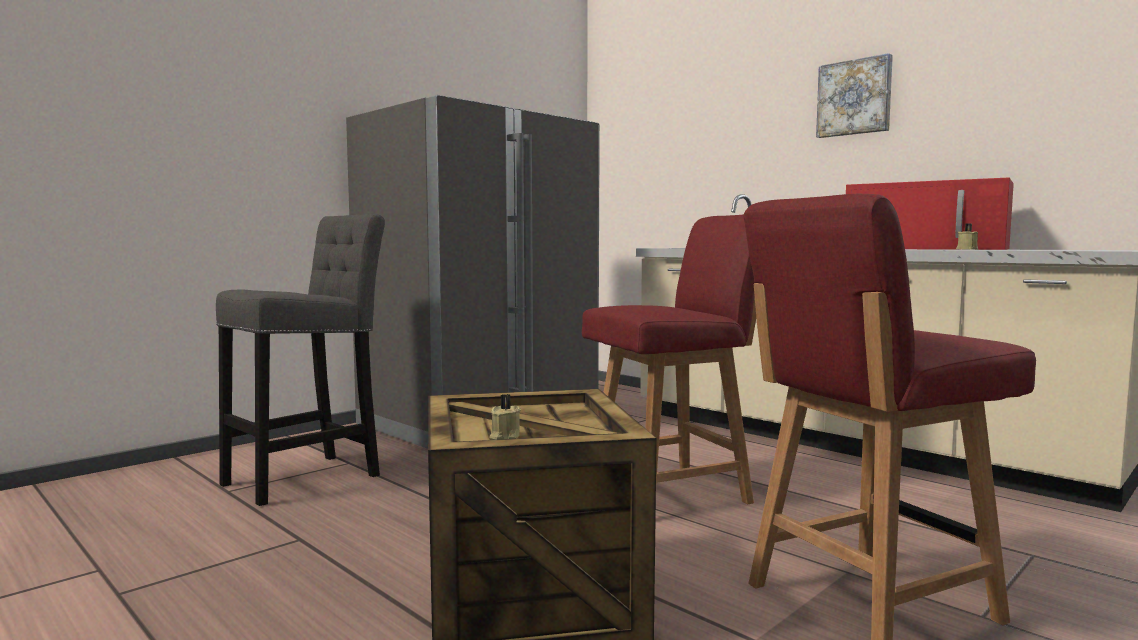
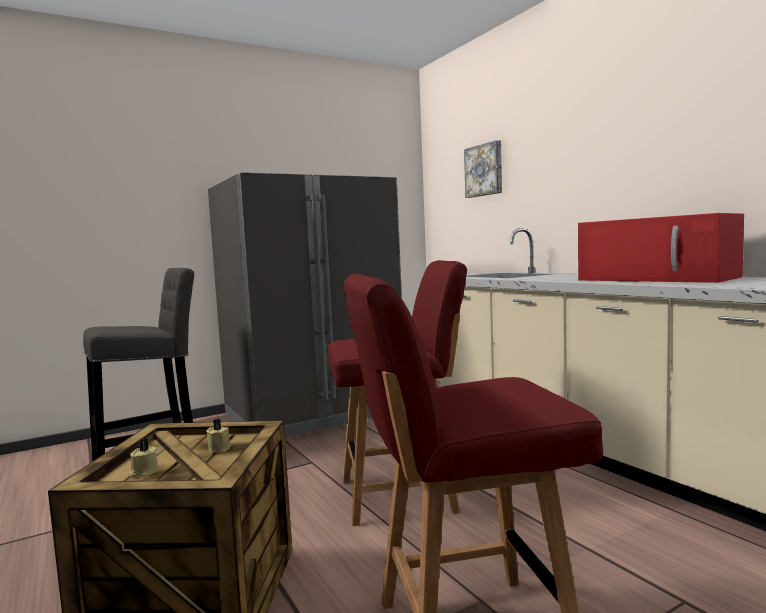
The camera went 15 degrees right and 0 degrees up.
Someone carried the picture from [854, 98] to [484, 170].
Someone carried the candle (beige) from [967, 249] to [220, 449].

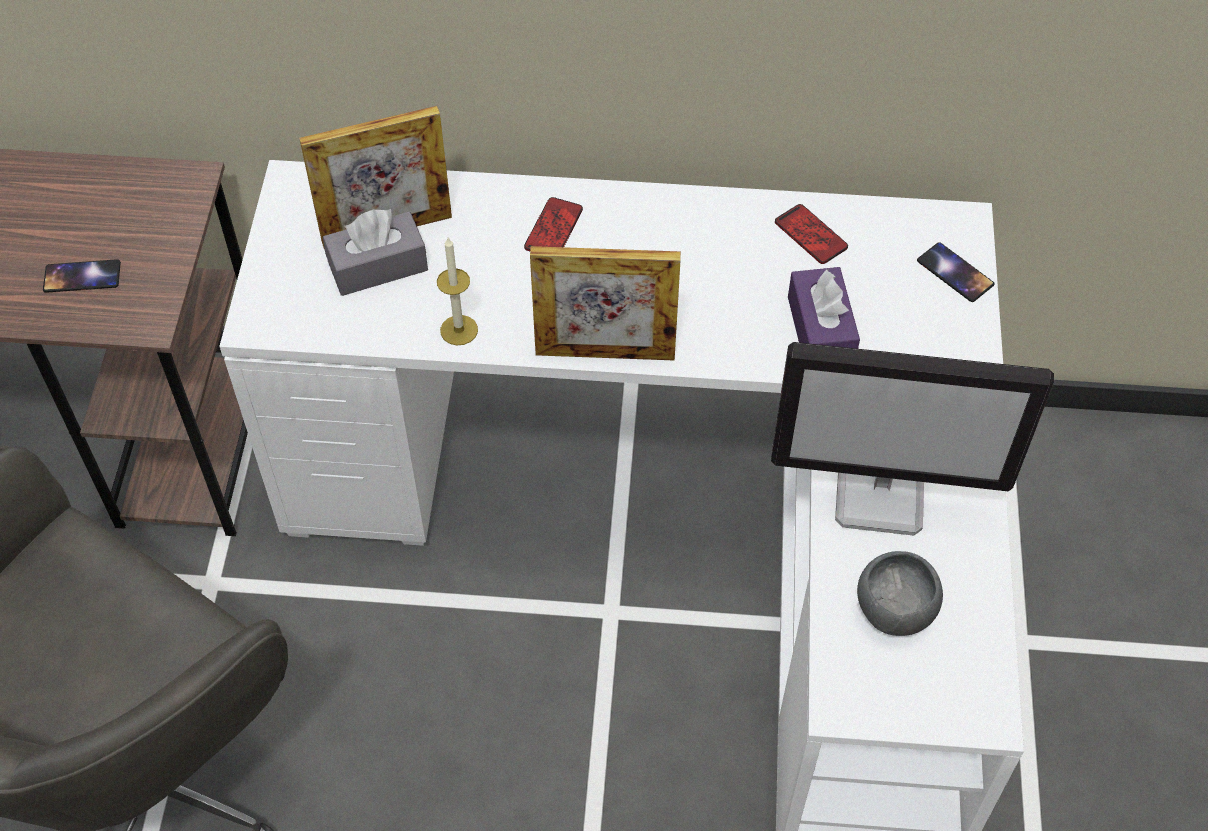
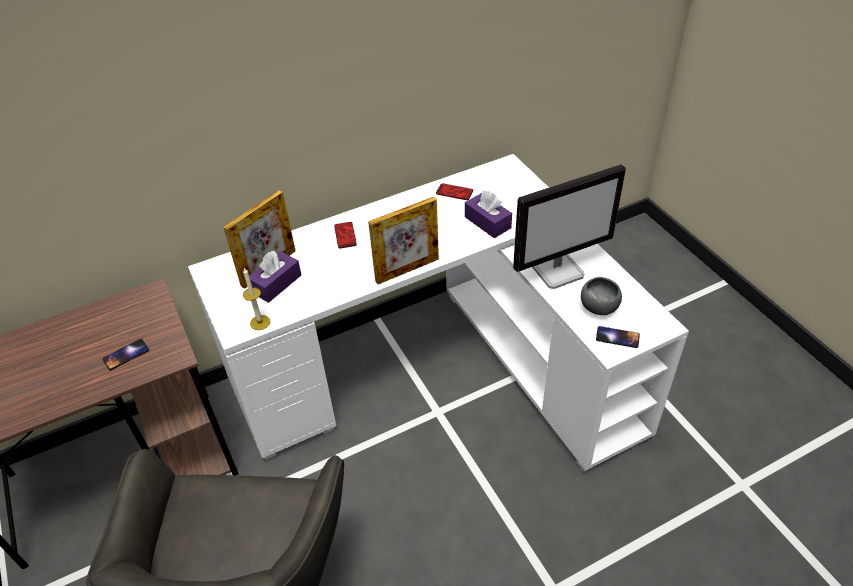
The camera went 30 degrees left and 10 degrees down.
Someone repainted the tissue box (grey) at [378, 266], which became the tissue box (purple) at [276, 283].
Someone carried the candle from [459, 330] to [260, 322].
Someone carried the phone from [955, 272] to [617, 337].

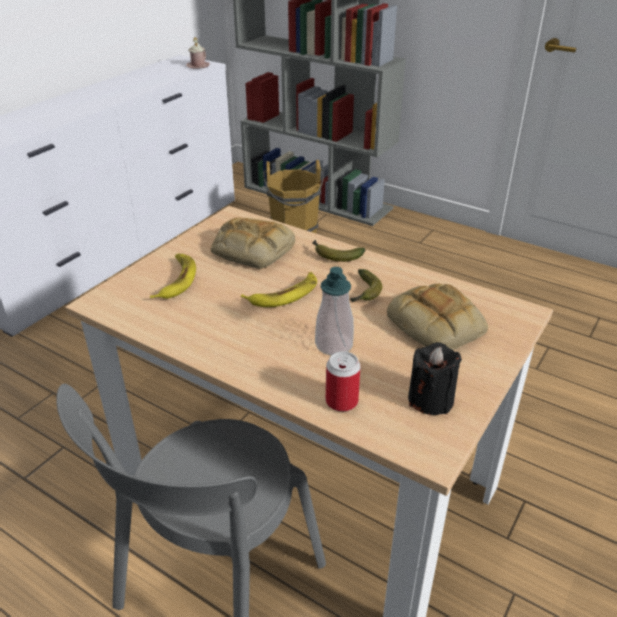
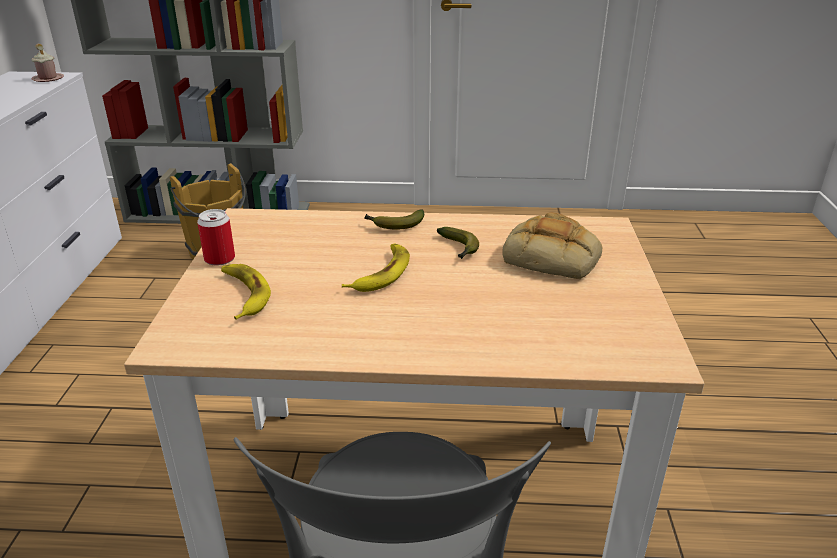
The camera went 30 degrees left and 5 degrees down.
Someone took away the bread at [251, 250].
Someone took away the soap dispenser at [334, 345].
Someone carried the can from [341, 401] to [219, 259].
Someone took away the candle (black) at [430, 399].

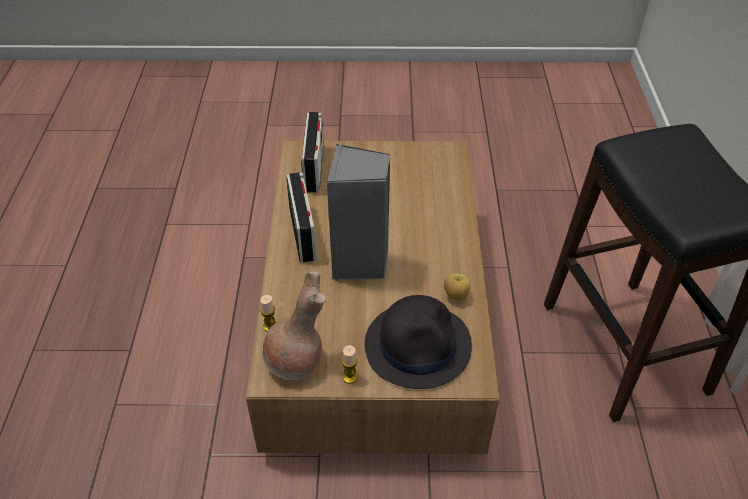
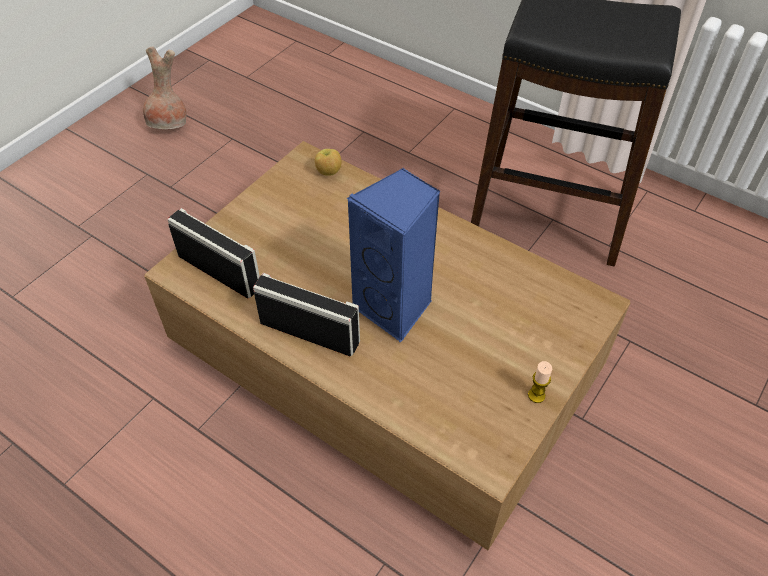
The camera went 55 degrees left and 5 degrees up.
Someone took away the candle at [270, 326].
Someone carried the vase (brown) from [296, 362] to [170, 125].
Someone repainted the speaker (grey) at [360, 264], which became the speaker (blue) at [396, 308].
Someone took away the hat (black) at [418, 345].
Someone carried the apple from [455, 296] to [328, 172].

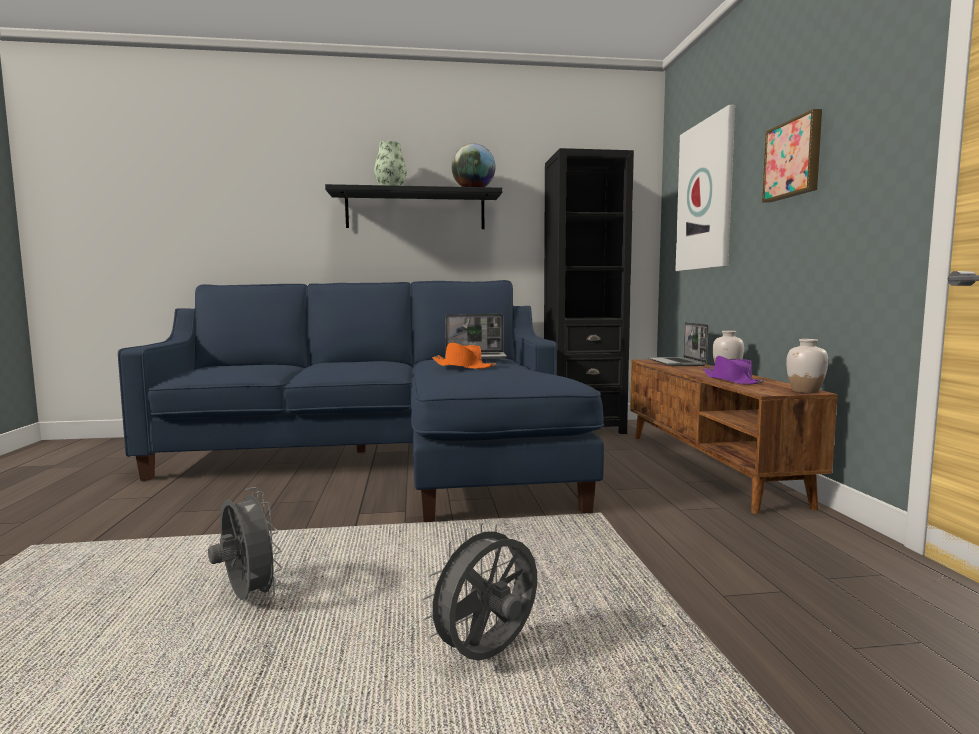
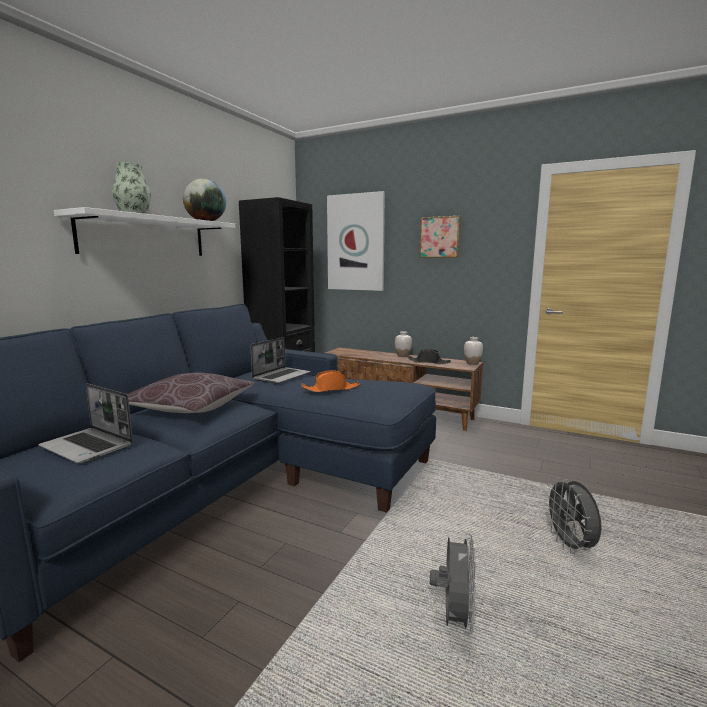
The camera went 55 degrees left and 5 degrees up.
Someone rotated the fan (grey) at [247, 598] by 105 degrees clockwise.
Someone repainted the shelf (black) at [415, 211], which became the shelf (white) at [145, 237].
Someone carried the laptop from [677, 363] to [88, 446].
Someone repainted the hat (purple) at [732, 381], which became the hat (black) at [428, 362].
Someone put down the pillow (brown) at [191, 407].

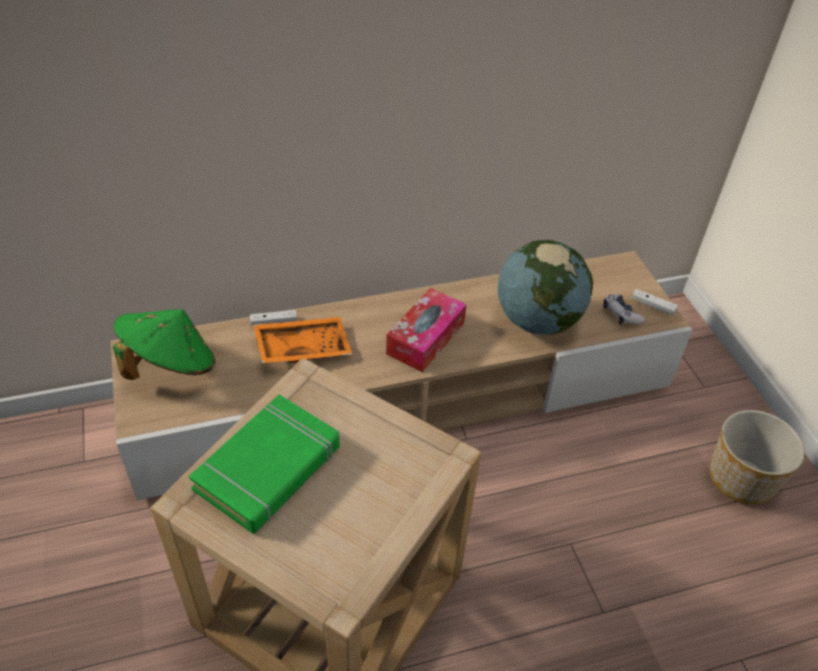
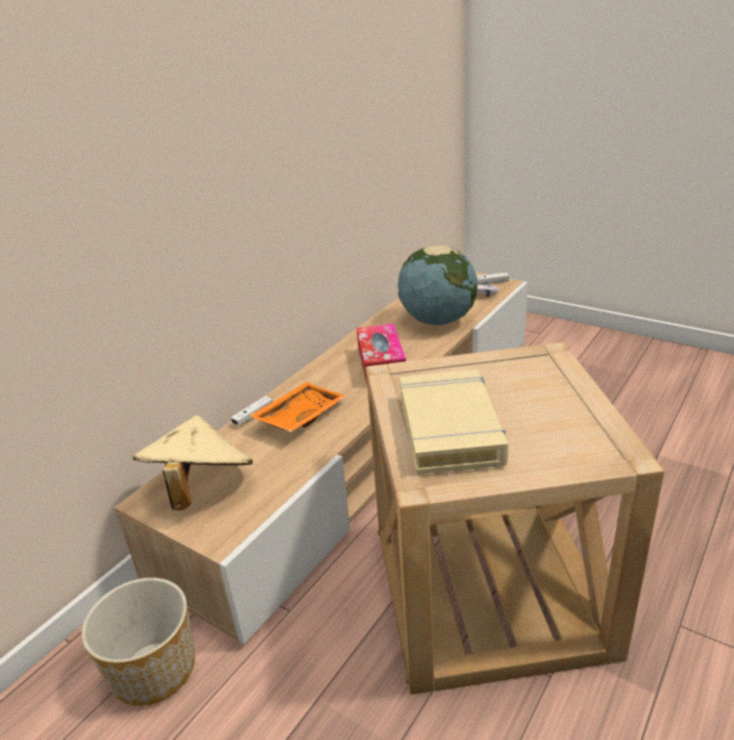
The camera went 35 degrees left and 15 degrees down.
Someone repainted the hat (green) at [170, 365], which became the hat (beige) at [200, 488].
Someone repainted the book (green) at [269, 468], which became the book (beige) at [450, 428].
Someone carried the planter from [742, 478] to [155, 669].

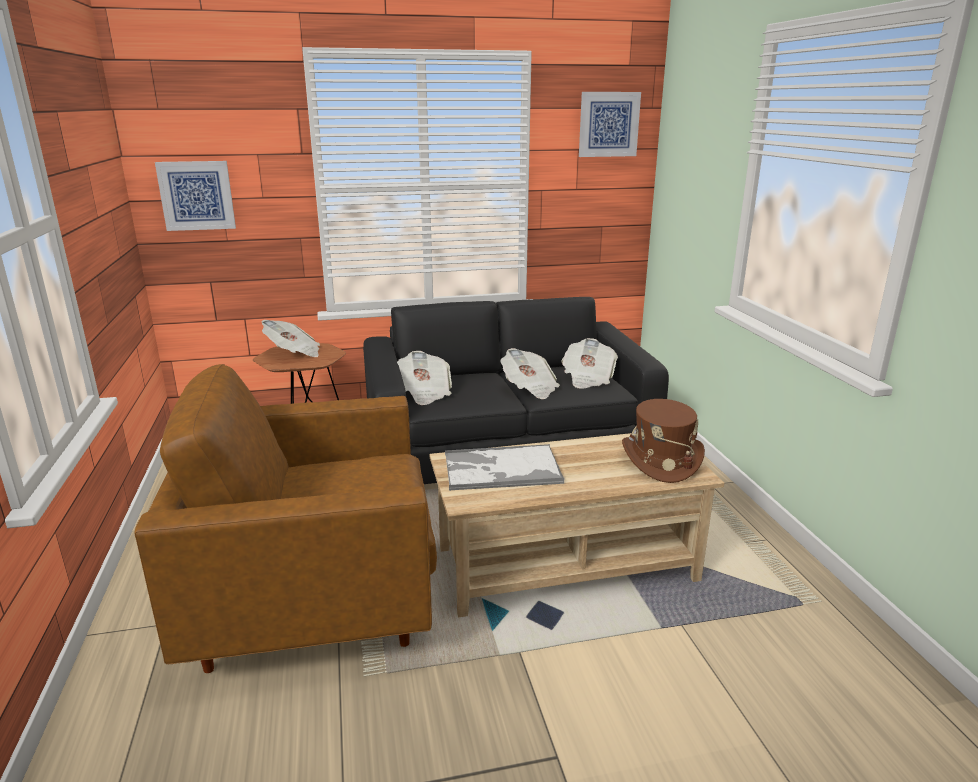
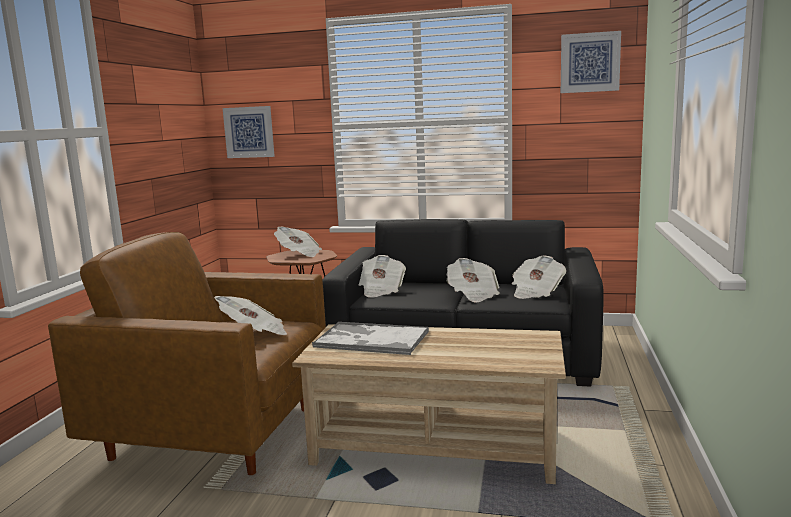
The camera went 25 degrees right and 10 degrees down.
Someone took away the hat (brown) at [660, 460].
Someone put down the newspaper at [254, 333].

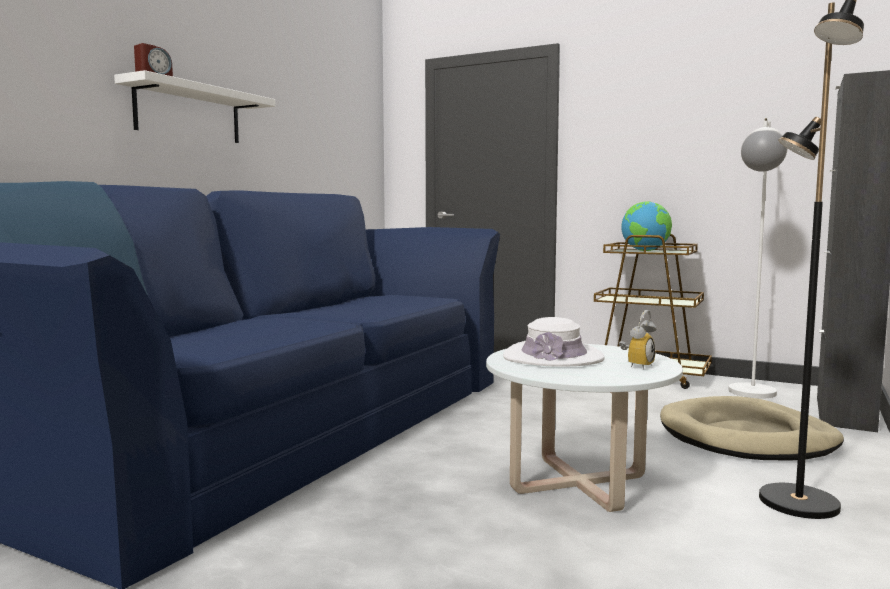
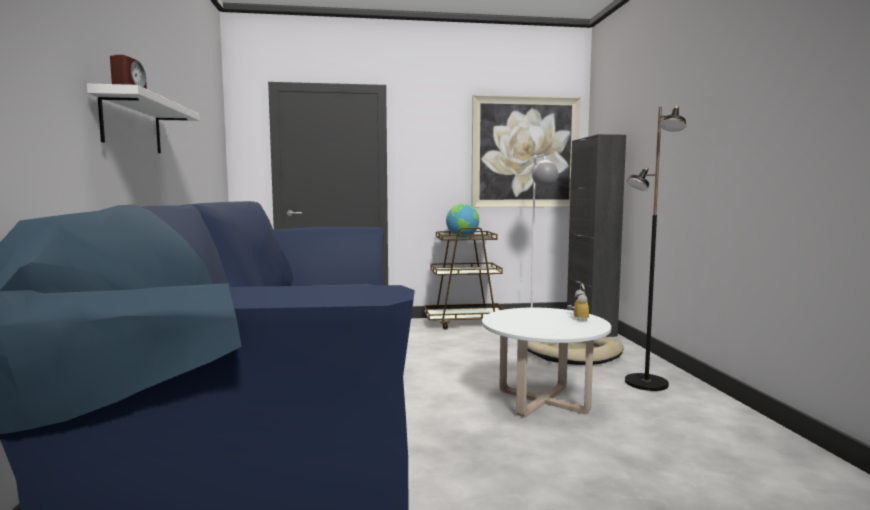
The camera went 35 degrees left and 0 degrees up.
Someone took away the hat (white) at [553, 357].
Someone put up the picture at [525, 152].

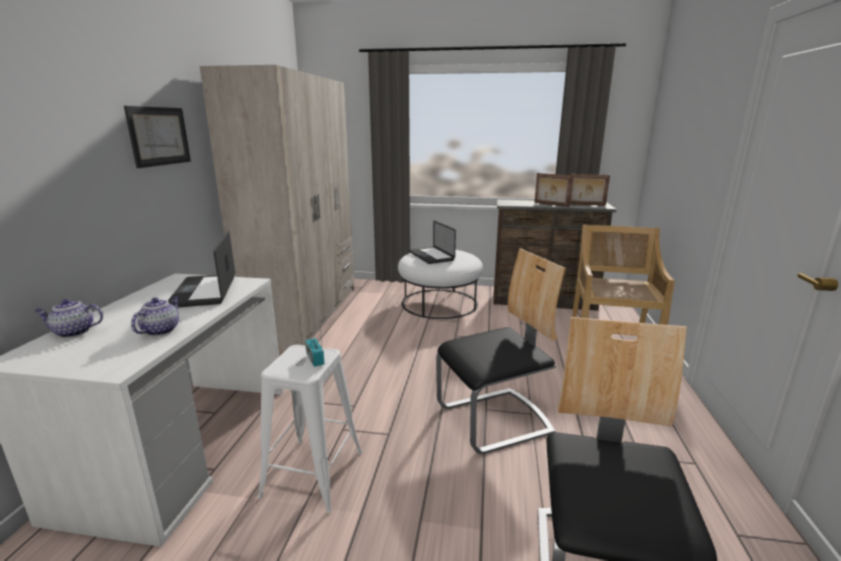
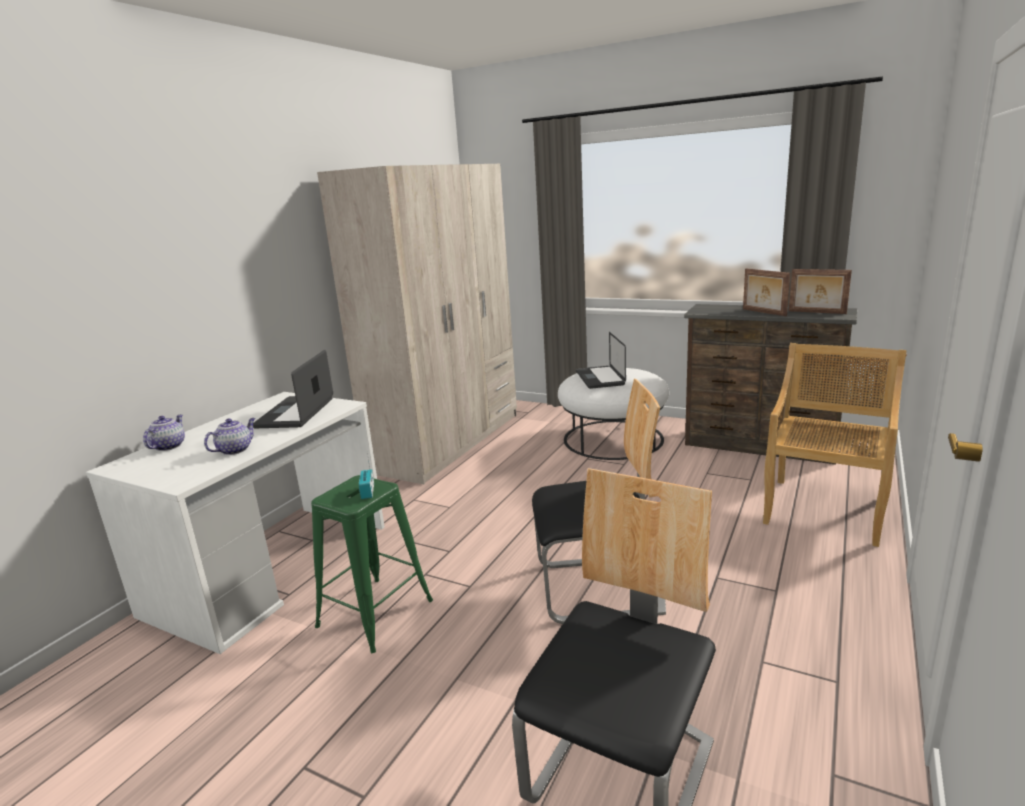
The camera went 20 degrees right and 0 degrees up.
Someone rotated the teapot at [73, 332] by 90 degrees clockwise.
Someone took away the picture at [159, 136].
Someone repainted the stool (white) at [313, 472], which became the stool (green) at [375, 613].

